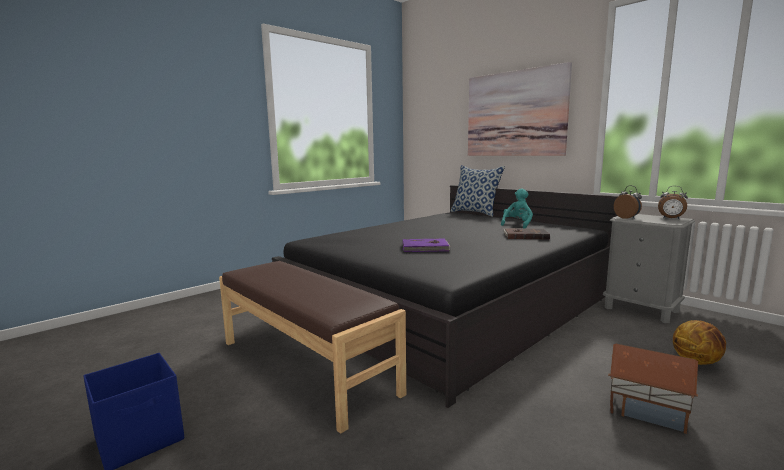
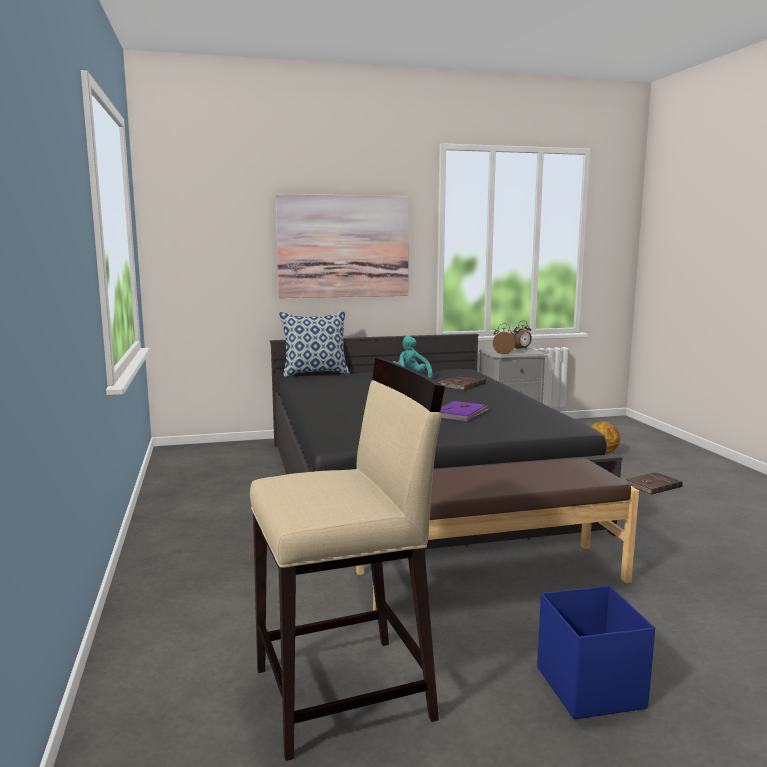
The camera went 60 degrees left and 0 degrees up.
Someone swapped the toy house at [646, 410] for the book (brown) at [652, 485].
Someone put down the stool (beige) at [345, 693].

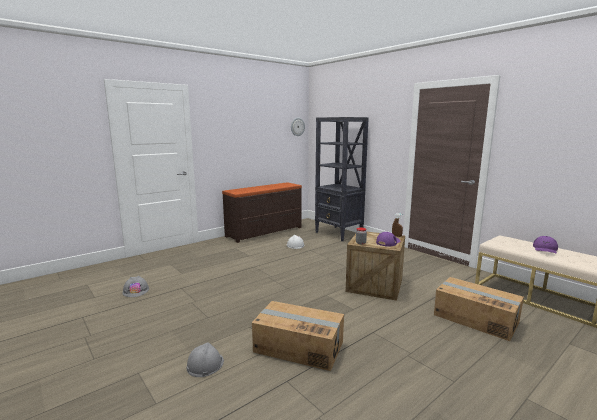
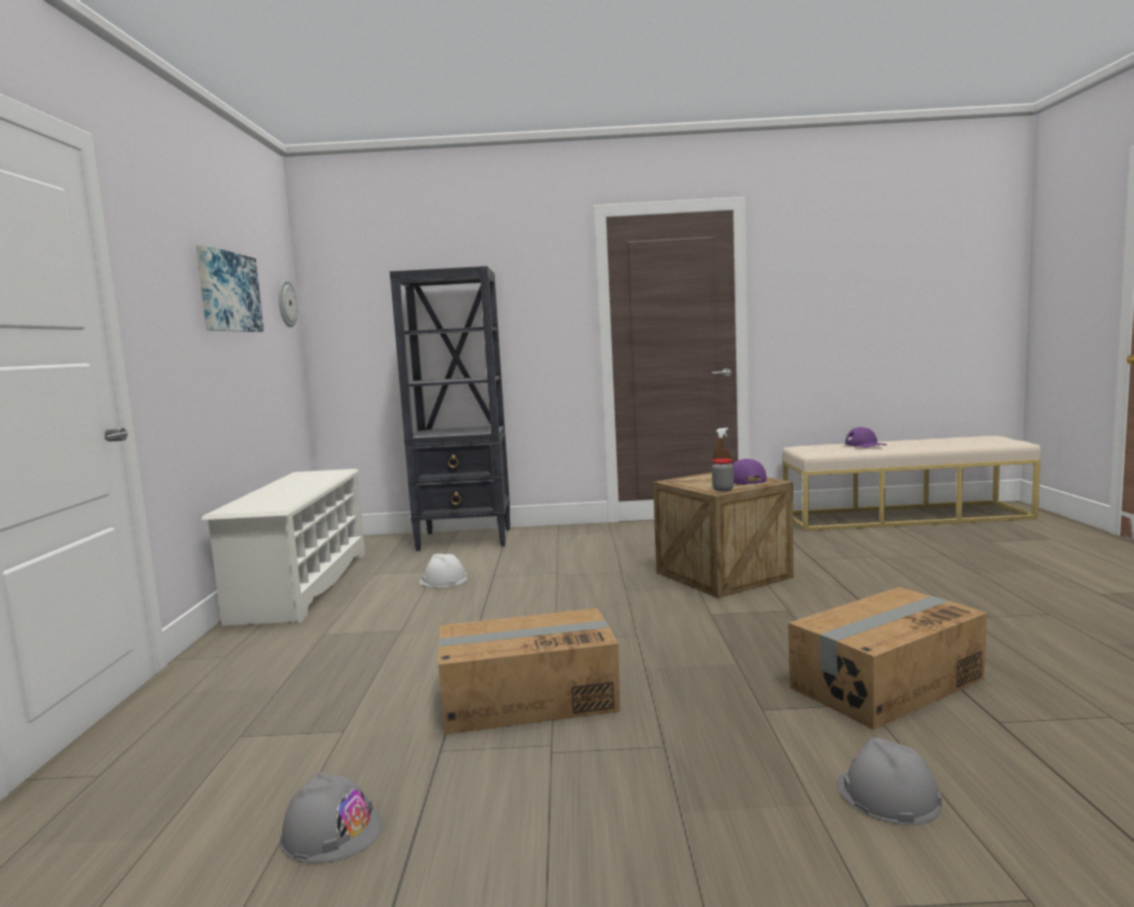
The camera went 50 degrees left and 5 degrees down.
Someone swapped the dresser (brown) at [265, 232] for the shoe rack (white) at [302, 586].
Someone carried the cardboard box from [475, 318] to [528, 698].
Someone put up the picture at [228, 292].

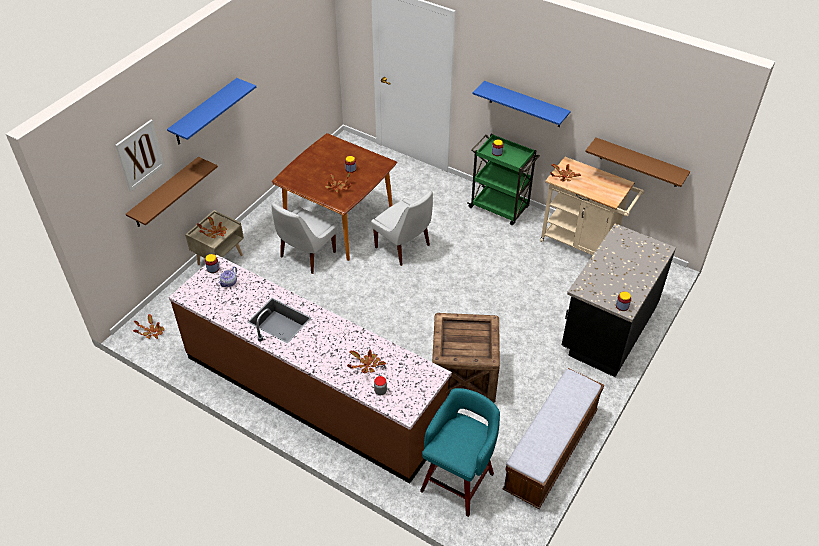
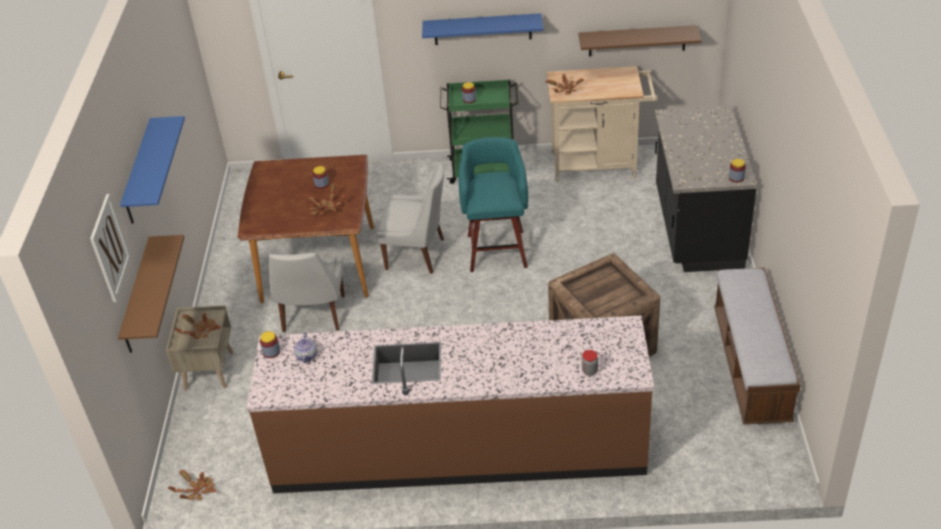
The camera went 30 degrees left and 5 degrees down.
Someone took away the potted plant at [367, 366].
Someone carried the stool (turquoise) from [458, 480] to [497, 249].

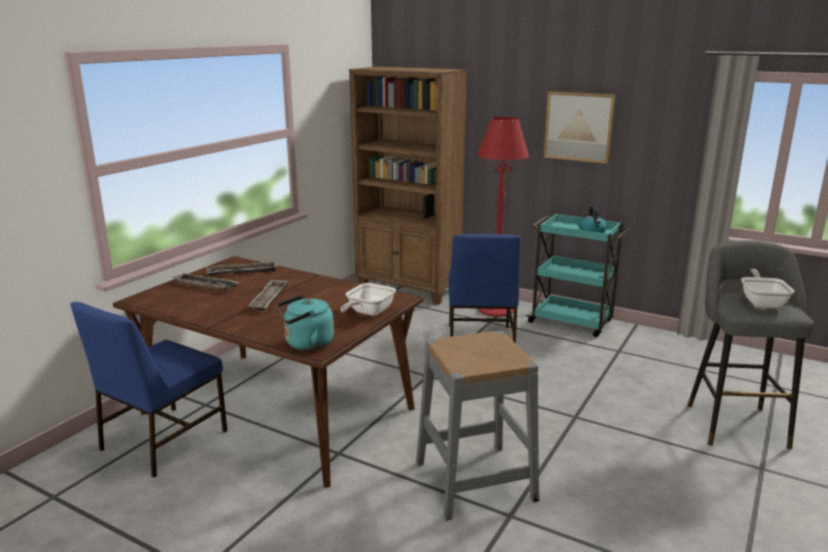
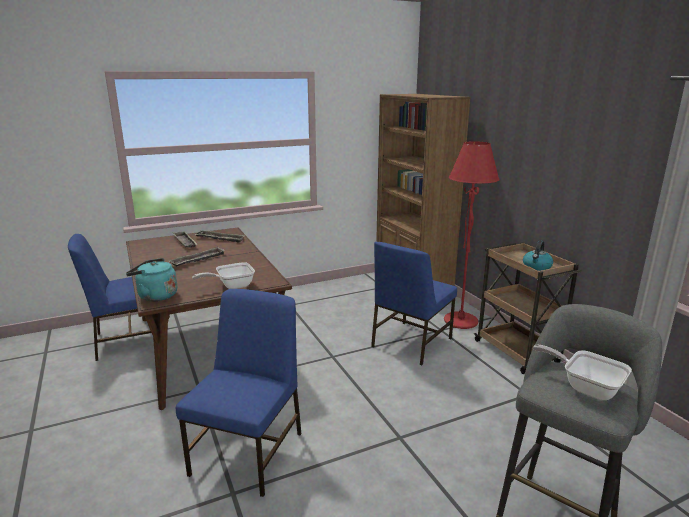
The camera went 35 degrees right and 0 degrees up.
Someone swapped the stool (grey) at [475, 480] for the chair (blue) at [249, 452].
Someone repainted the cart (turquoise) at [572, 322], which became the cart (brown) at [517, 353].
Someone took away the picture at [579, 126].
Someone rotated the frying pan at [762, 302] by 90 degrees counterclockwise.

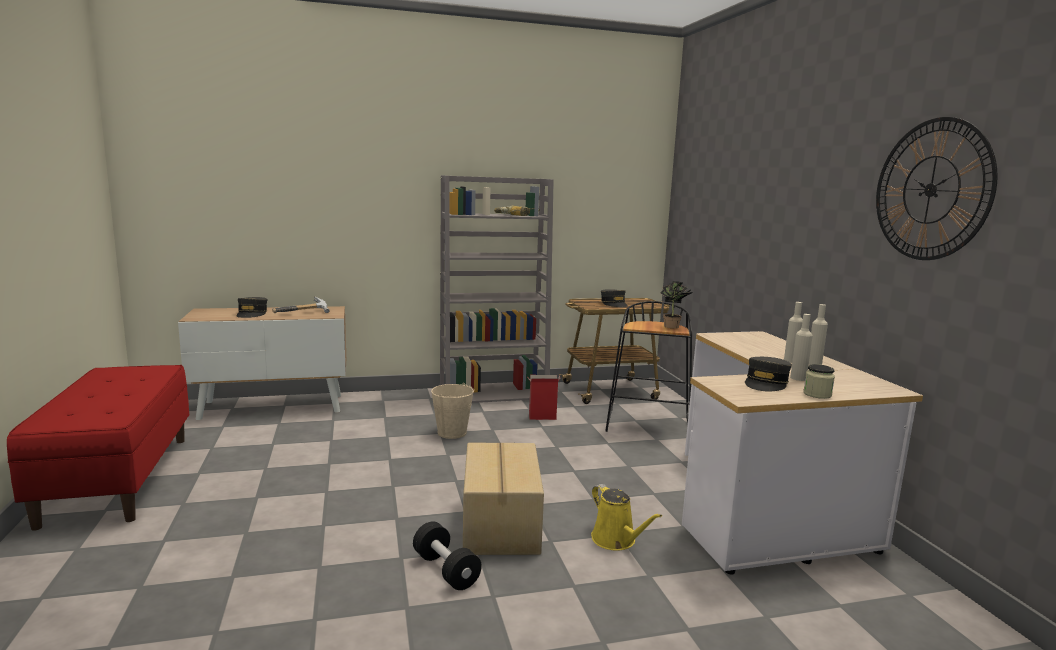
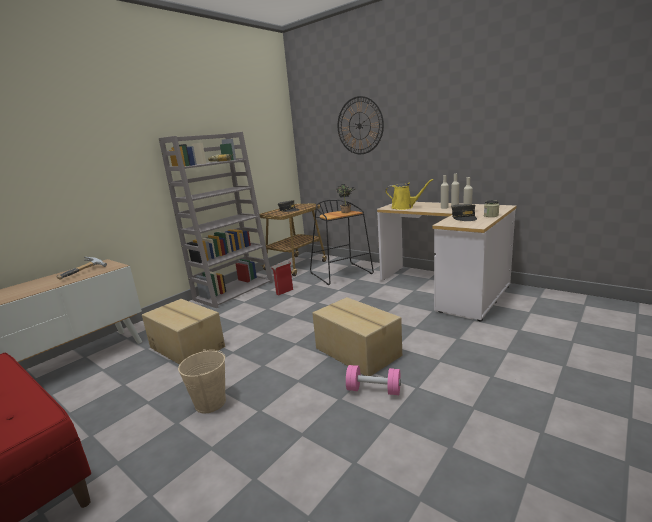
The camera went 35 degrees left and 5 degrees up.
Someone took away the cap (grey) at [252, 314].
Someone repainted the dumbbell (black) at [446, 570], which became the dumbbell (pink) at [374, 390].
Someone carried the bucket (beige) from [451, 433] to [210, 403].
Someone carried the watering can (yellow) from [616, 540] to [404, 207].
Someone carried the wall clock from [931, 190] to [359, 126].
Someone put down the cardboard box at [187, 347].

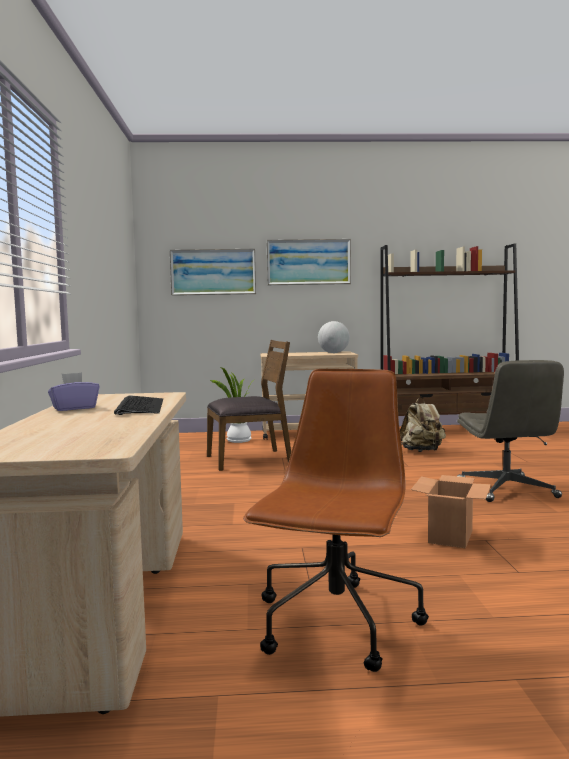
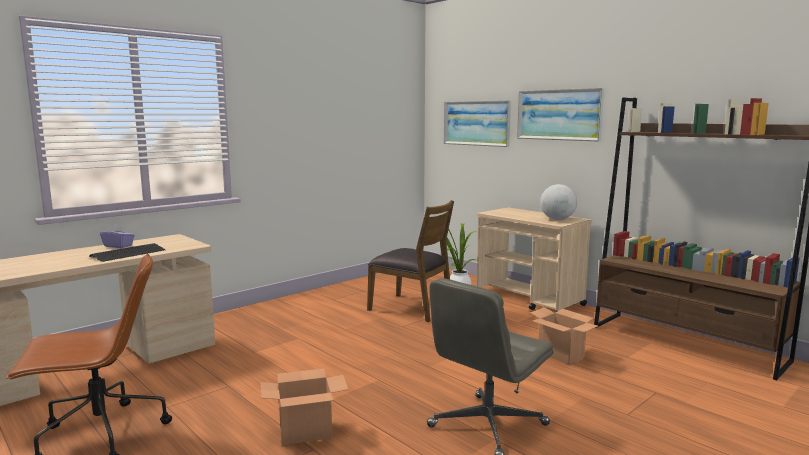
The camera went 50 degrees right and 5 degrees up.
Someone swapped the backpack (beige) at [422, 451] for the cardboard box at [561, 355].

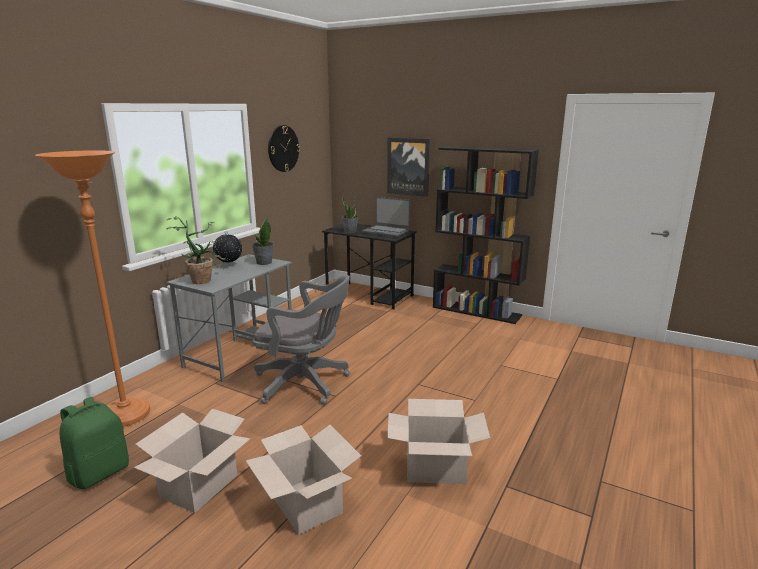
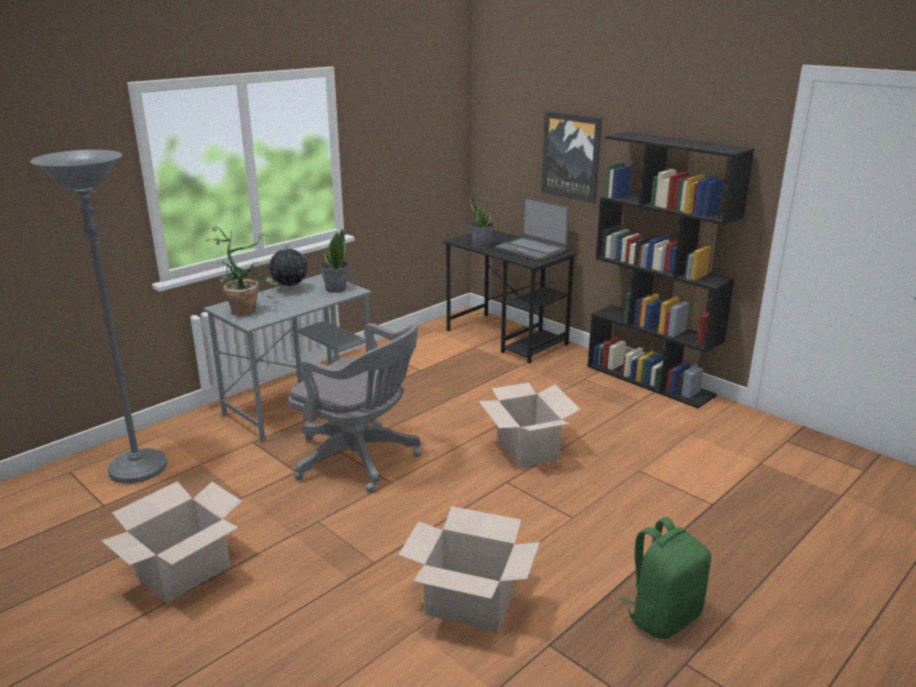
The camera went 15 degrees right and 5 degrees up.
Someone repainted the floor lamp (orange) at [126, 415], which became the floor lamp (grey) at [138, 469].
Someone carried the backpack (green) from [99, 472] to [663, 616].
Someone carried the cardboard box from [307, 504] to [528, 449].
Someone took away the wall clock at [283, 148].

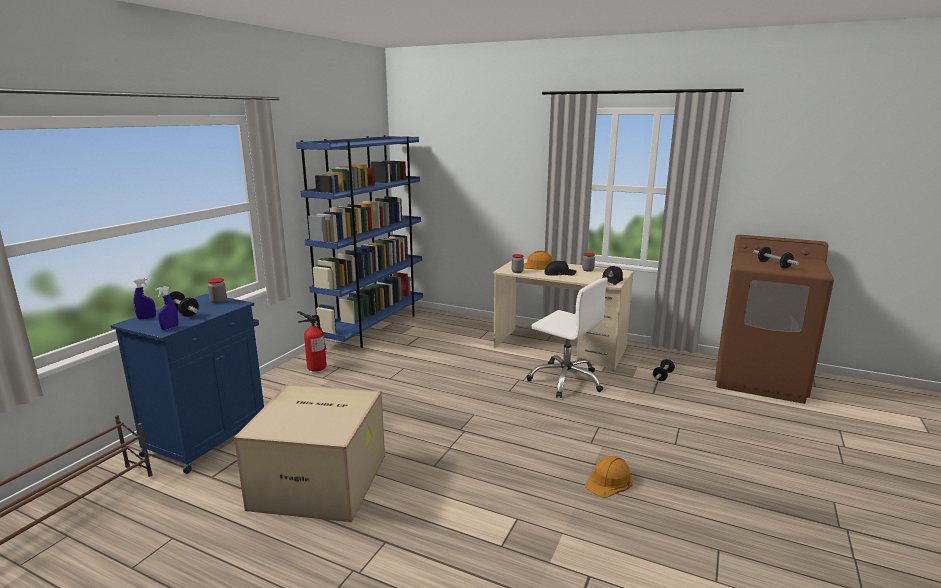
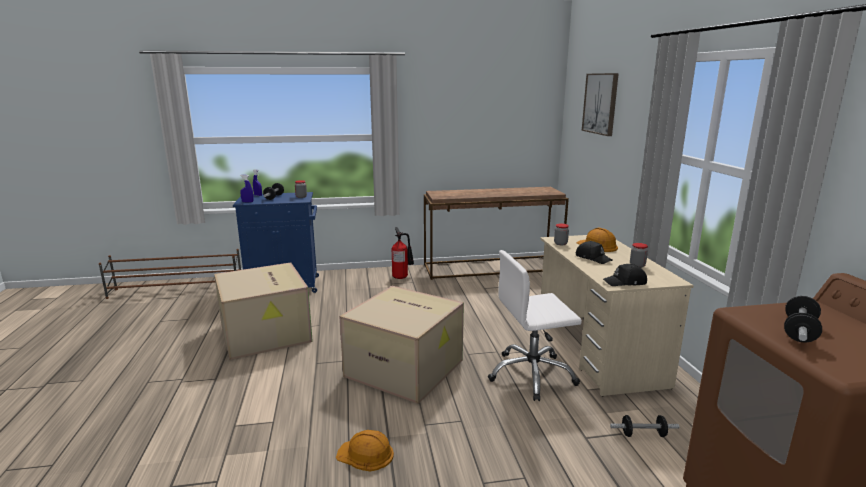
The camera went 55 degrees right and 0 degrees up.
Someone swapped the bookcase (blue) at [374, 327] for the console table (brown) at [492, 267].
Someone rotated the office chair (white) at [566, 380] by 75 degrees clockwise.
Someone put down the cardboard box at [406, 368].
Someone put up the picture at [600, 103].

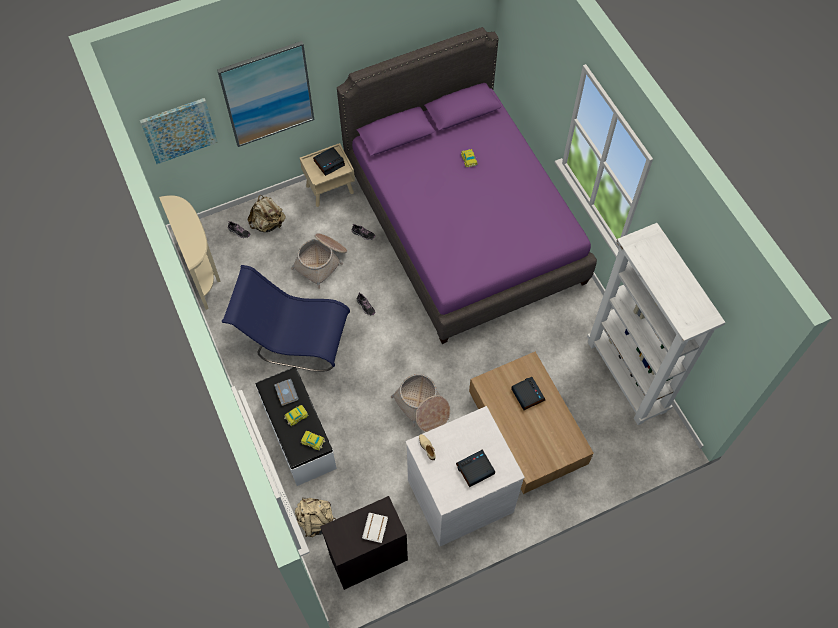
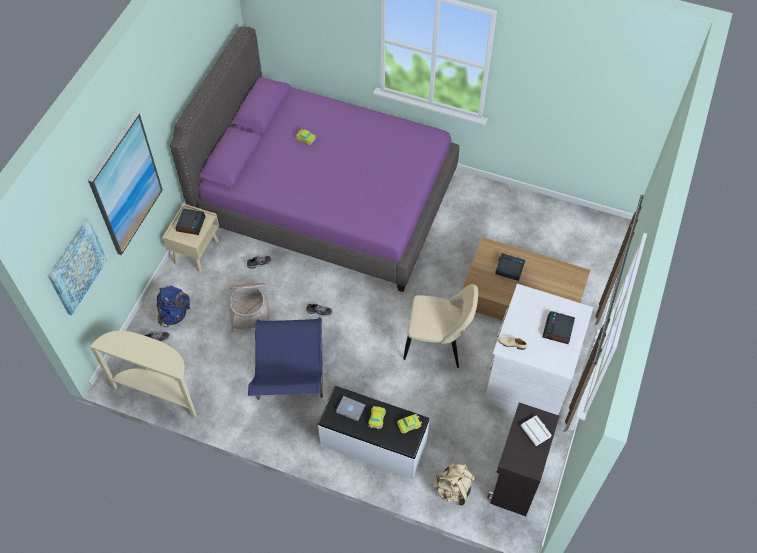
The camera went 45 degrees left and 5 degrees down.
Someone rotated the chair (blue) at [293, 338] by 60 degrees counterclockwise.
Someone repainted the backpack (beige) at [268, 224], which became the backpack (blue) at [174, 314].
Someone swapped the basket at [422, 407] for the chair (beige) at [437, 345].
Someone took away the bookcase (white) at [627, 376].

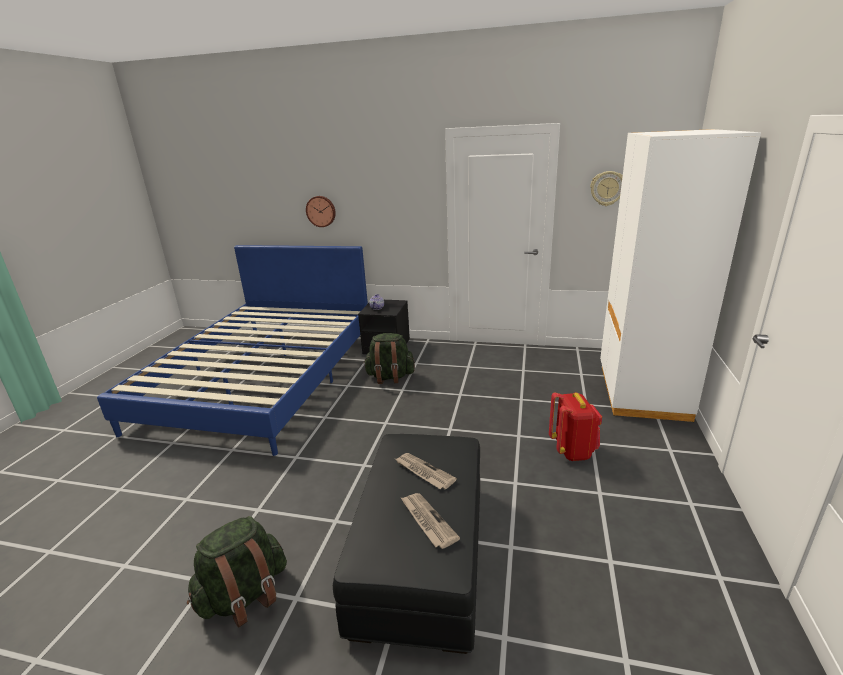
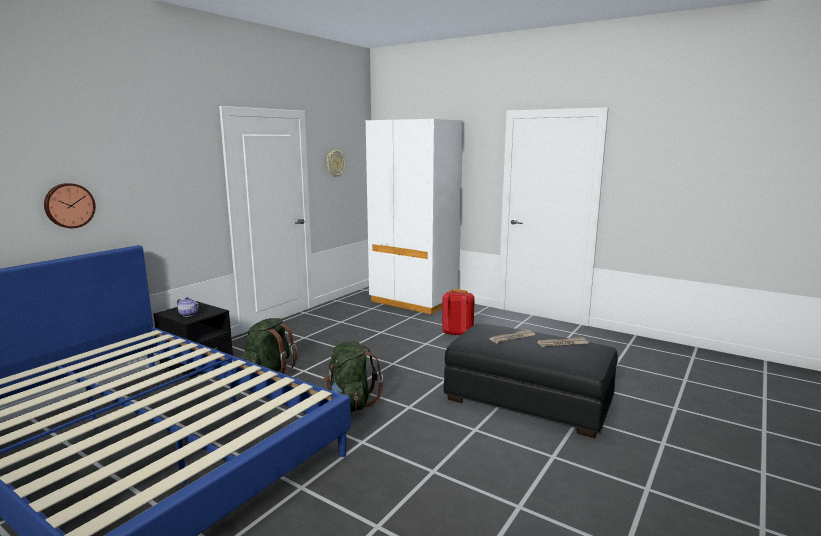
The camera went 70 degrees left and 10 degrees down.
Someone carried the backpack (green) from [245, 596] to [350, 403].

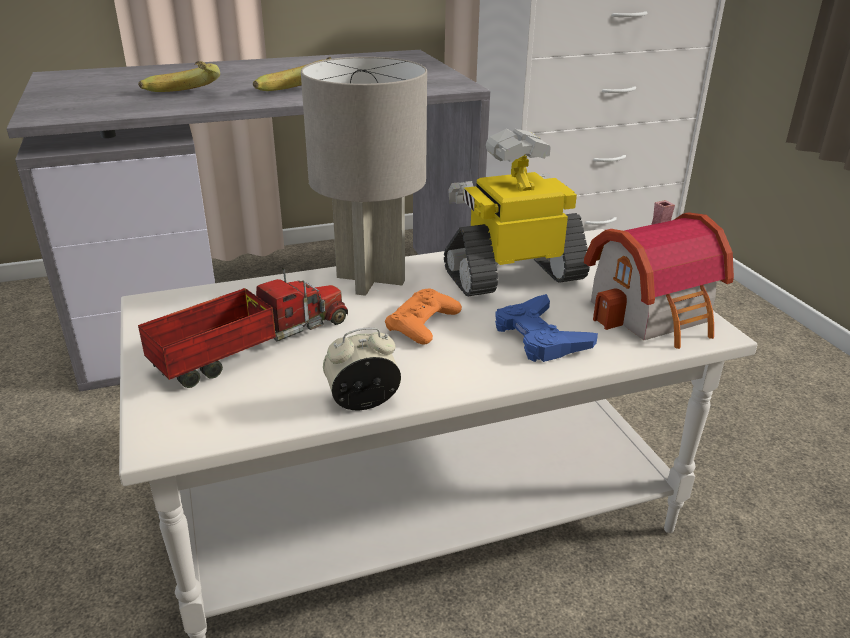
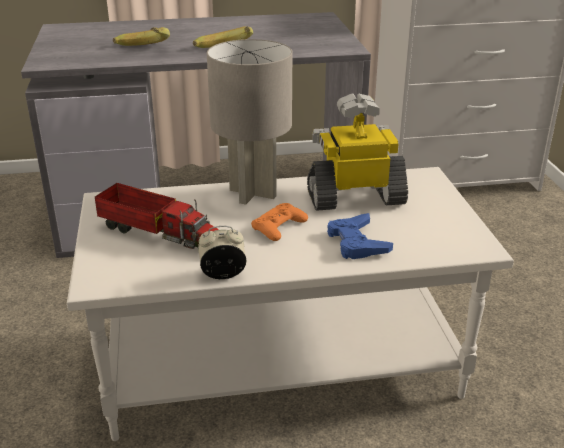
The camera went 10 degrees right and 0 degrees up.
Someone rotated the toy truck at [249, 348] by 60 degrees clockwise.
Someone took away the toy house at [656, 314].

